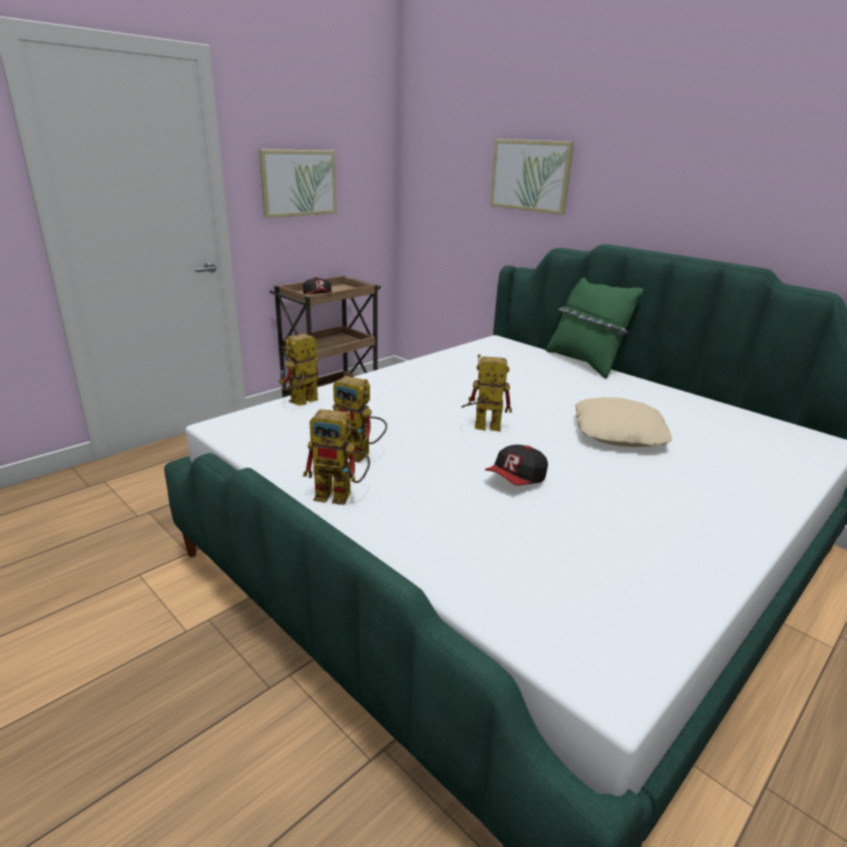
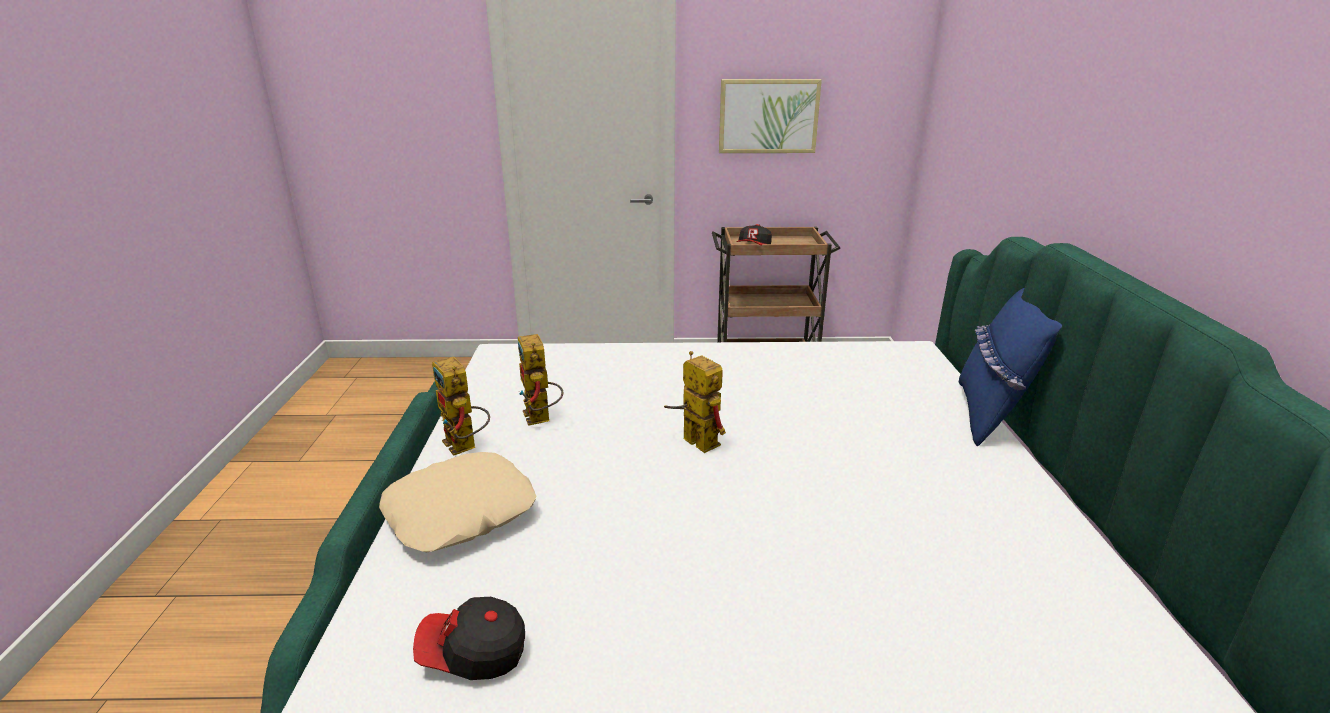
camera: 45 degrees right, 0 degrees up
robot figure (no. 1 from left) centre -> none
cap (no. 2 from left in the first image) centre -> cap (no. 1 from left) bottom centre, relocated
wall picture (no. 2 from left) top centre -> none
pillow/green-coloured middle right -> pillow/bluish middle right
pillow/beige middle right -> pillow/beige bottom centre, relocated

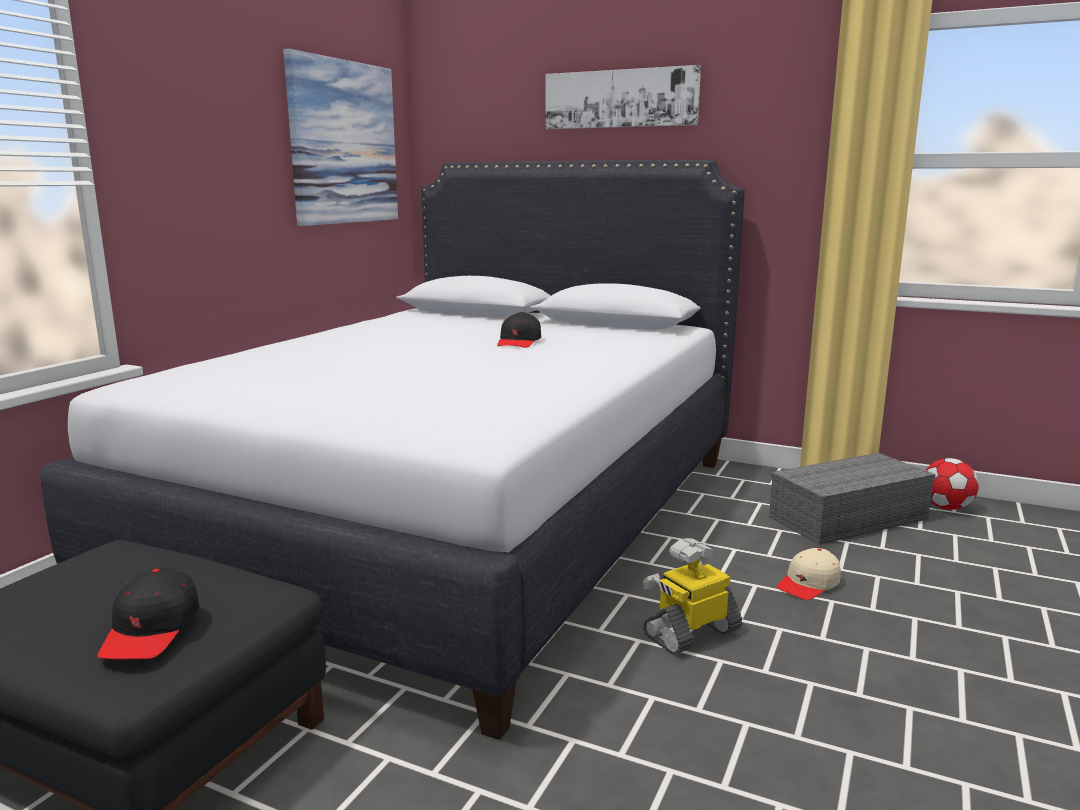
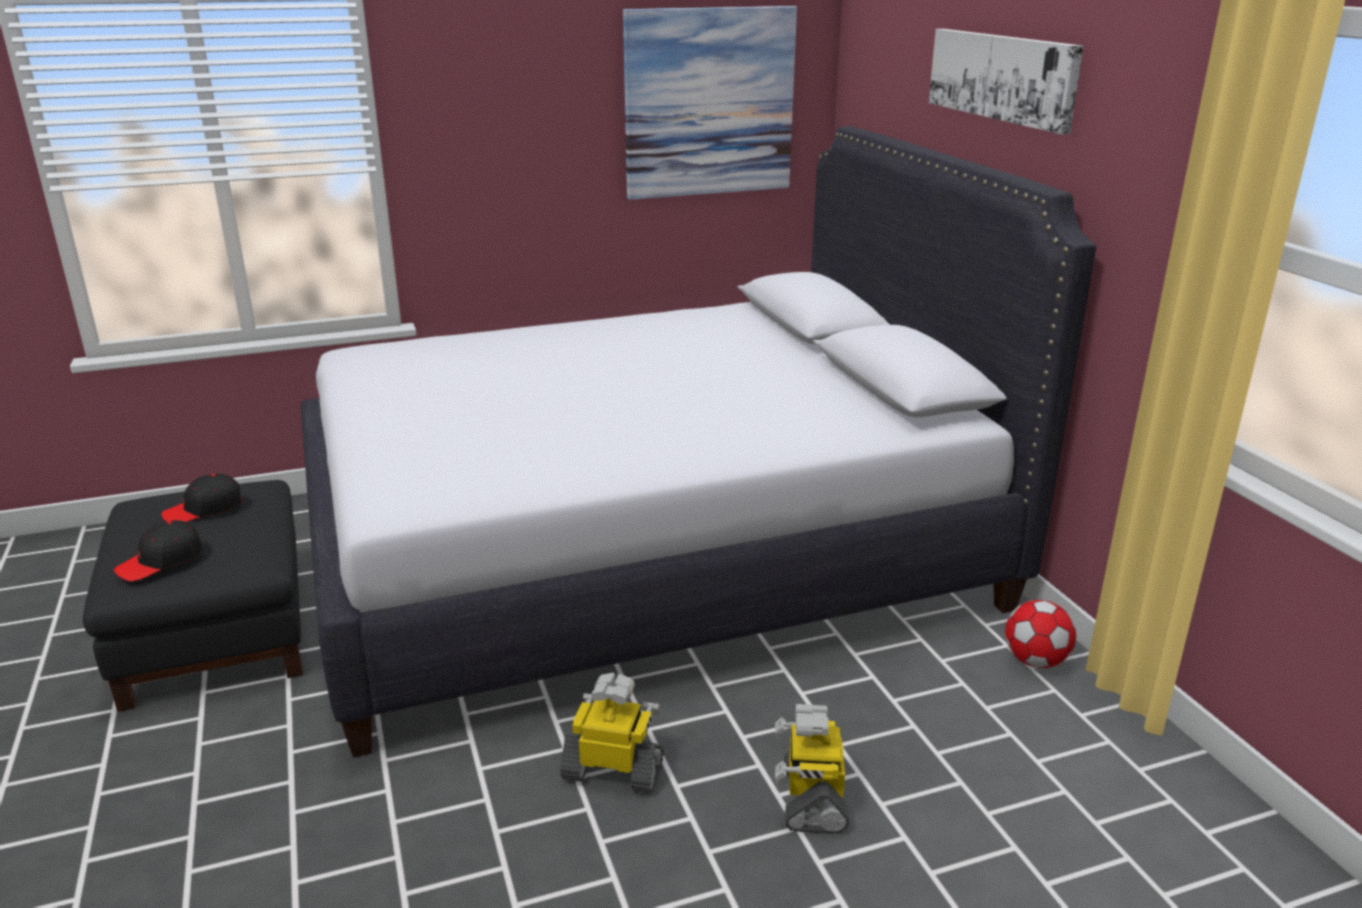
camera: 45 degrees right, 10 degrees up
cap/blackish (no. 2 from left) centre -> cap/blackish (no. 2 from left) middle left, relocated
storage bin/grey middle right -> none
cap/beige bottom right -> robot figure (no. 2 from left) bottom centre
football middle right -> football bottom right, relocated

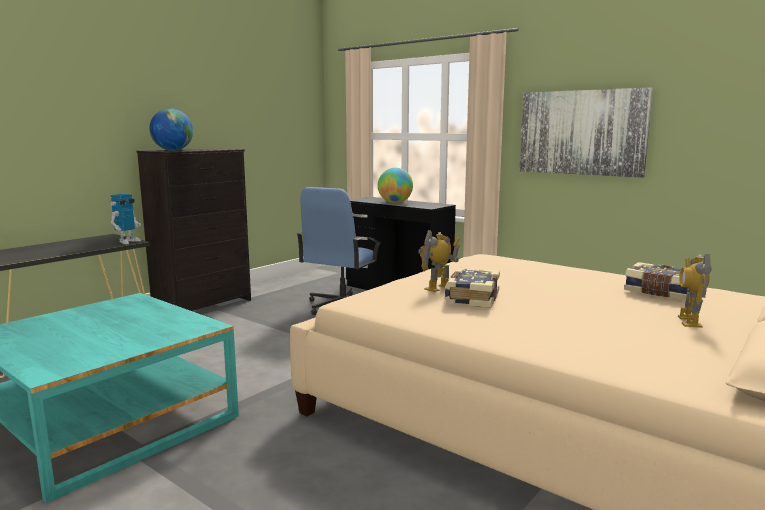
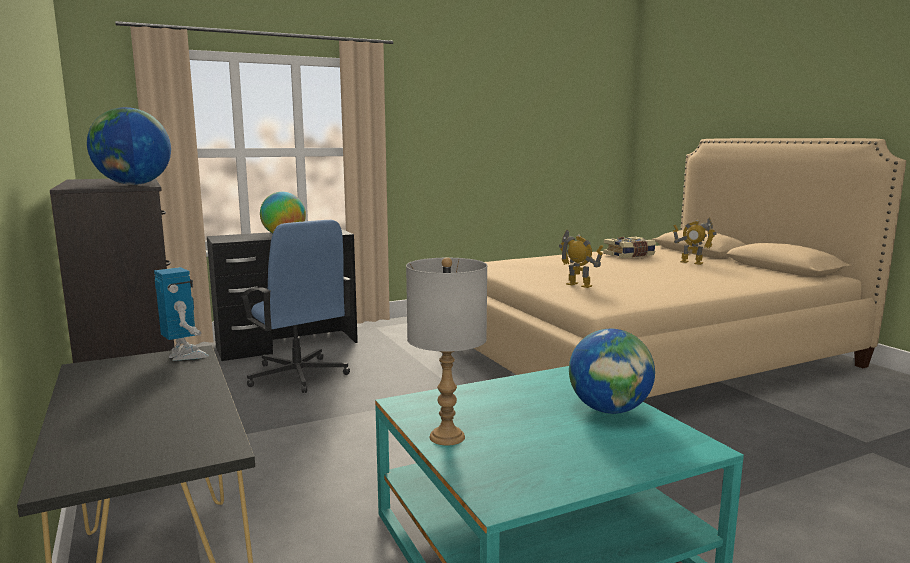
camera: 65 degrees left, 0 degrees up
robot figure (no. 2 from left) centre, 150 degrees clockwise
volume (no. 1 from left) centre -> none
wall picture top right -> none
none -> lamp for a table/grey centre
none -> world globe (no. 3 from left) middle right

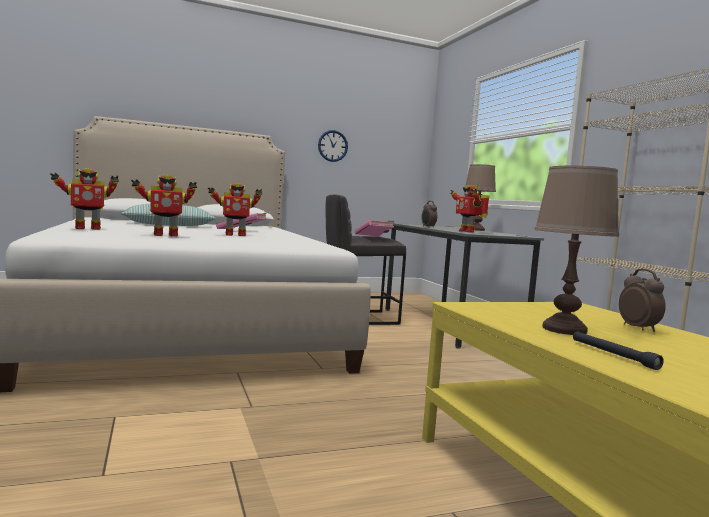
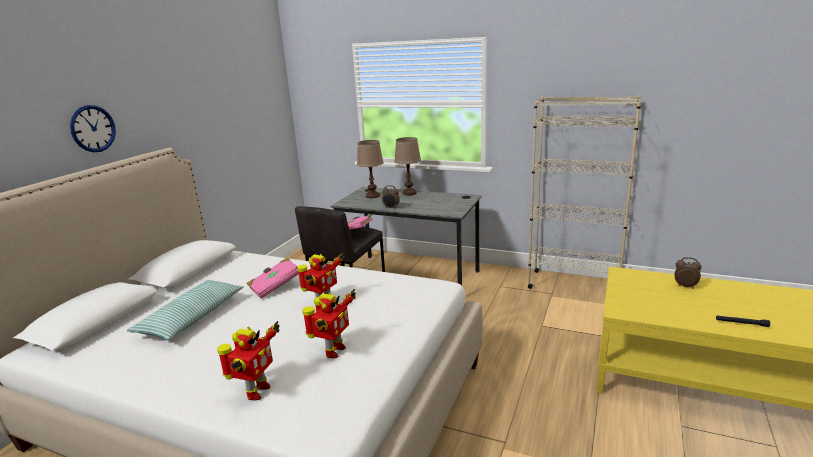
camera: 45 degrees left, 15 degrees up
clock on the wall top centre -> clock on the wall top left, relocated
robot figure (no. 4 from left) centre -> none
lamp for a table/brown (no. 2 from left in the first image) middle right -> lamp for a table/brown (no. 1 from left) centre, relocated

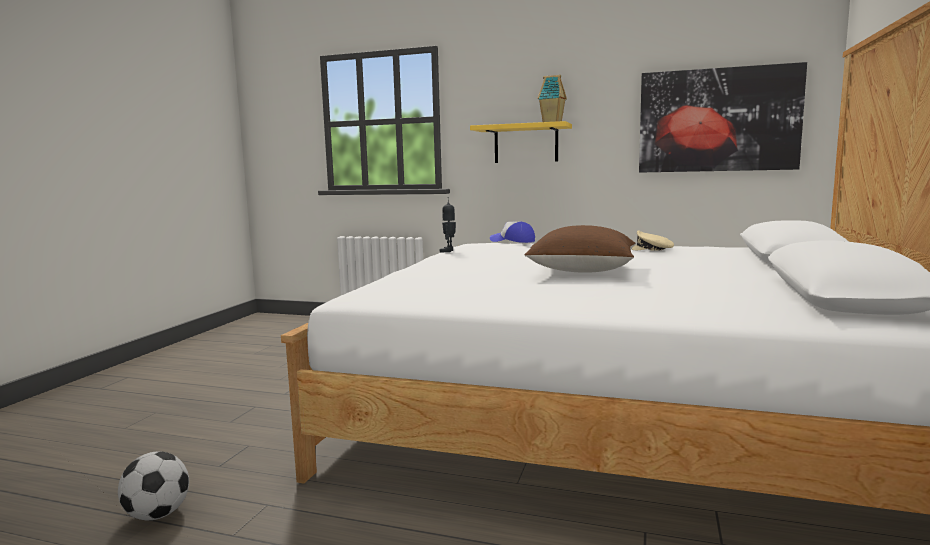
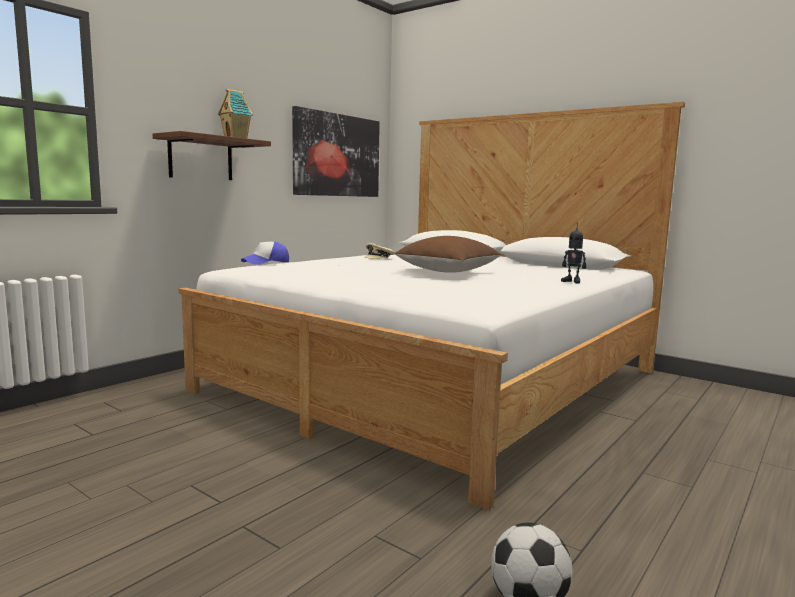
camera: 70 degrees left, 0 degrees up
robot figure centre -> robot figure middle right, relocated
wall shelf/yellowish top centre -> wall shelf/brown top left

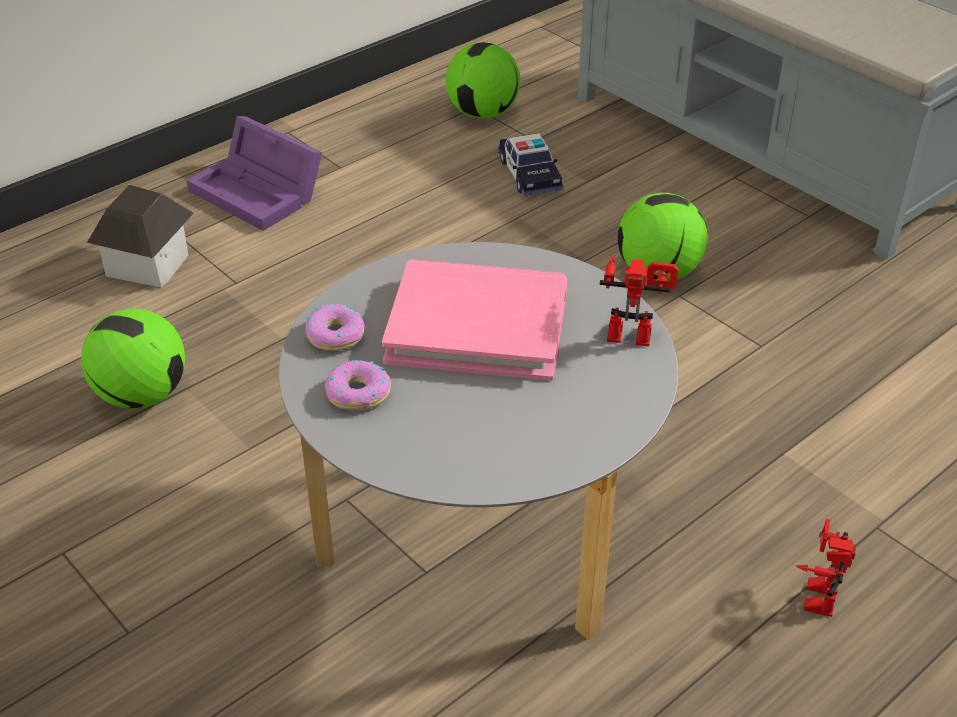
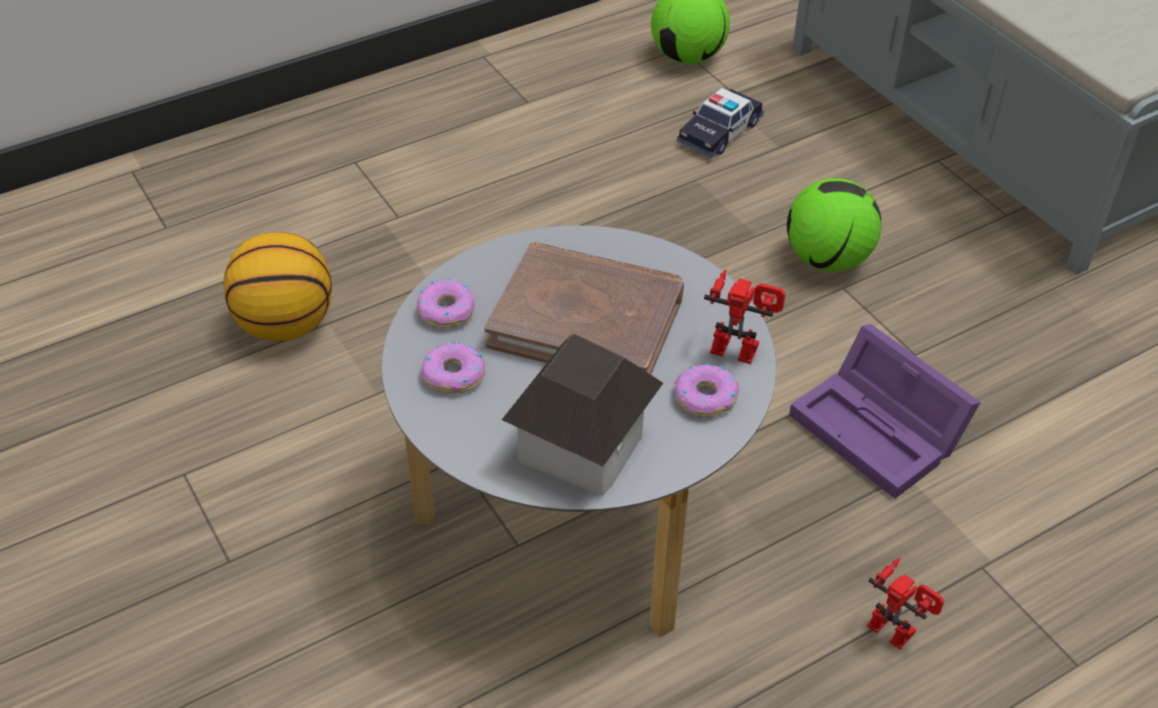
camera: 10 degrees right, 5 degrees up
football (no. 1 from left) middle left -> basketball ball middle left
model house top left -> model house centre, relocated
storage bin/purplish top left -> storage bin/purplish middle right, relocated
volume/pink centre -> volume/brown centre
toy car top centre, 45 degrees clockwise
robot figure (no. 2 from left) bottom right, 105 degrees clockwise
none -> ring doughnut (no. 3 from left) centre

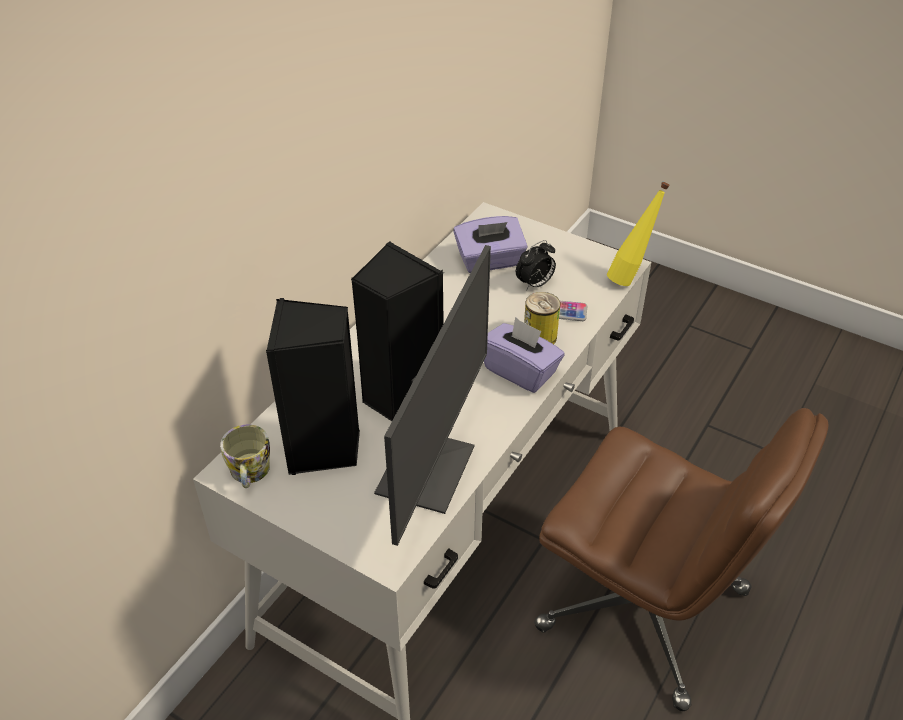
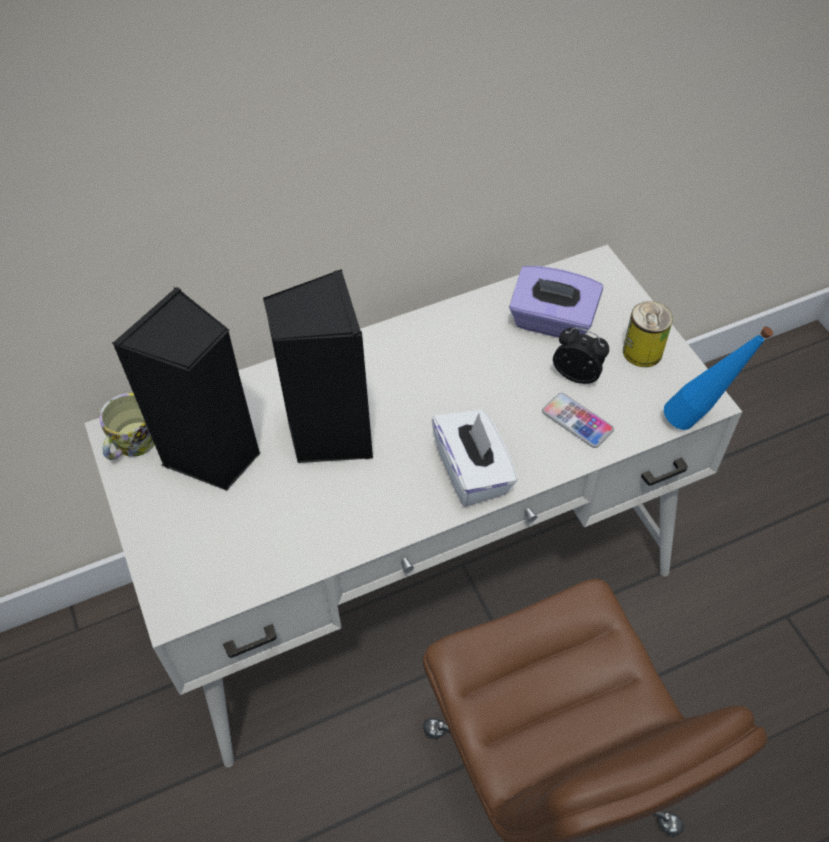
camera: 35 degrees right, 10 degrees up
computer display centre -> none
box of tissues/purplish (no. 2 from left) centre -> box of tissues/white centre
bedside clock centre -> bedside clock middle right, 150 degrees counterclockwise
can centre -> can middle right, relocated
bottle/yellowish top right -> bottle/bluish middle right

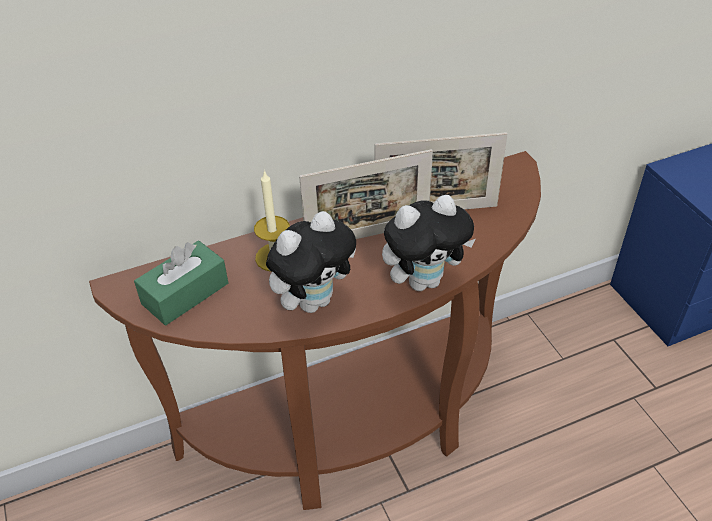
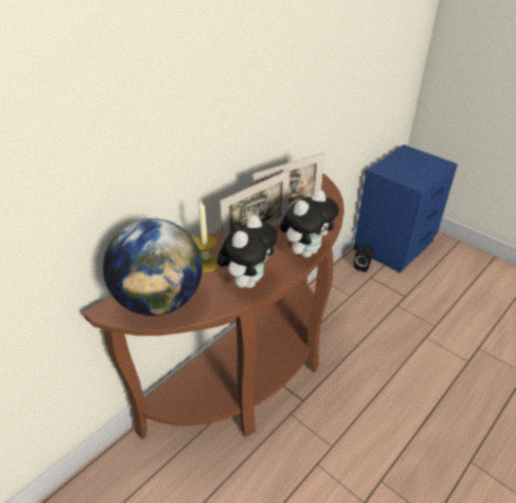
camera: 25 degrees left, 5 degrees down
box of tissues/green-coloured middle left -> world globe middle left
none -> audio speaker/blackish middle right

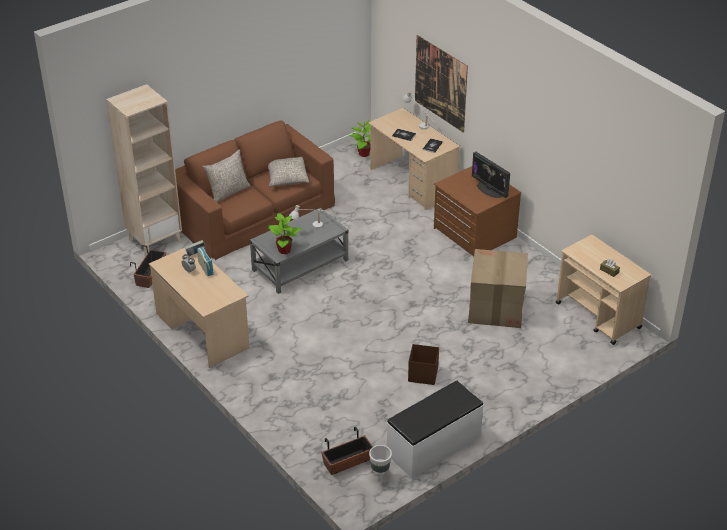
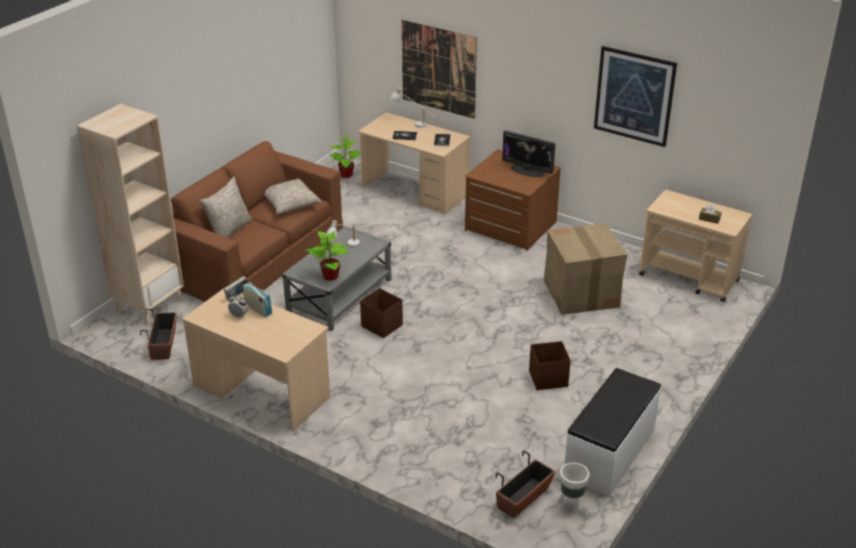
camera: 20 degrees left, 5 degrees down
none -> storage bin/brown (no. 1 from left) centre
none -> wall picture (no. 2 from left) top right

